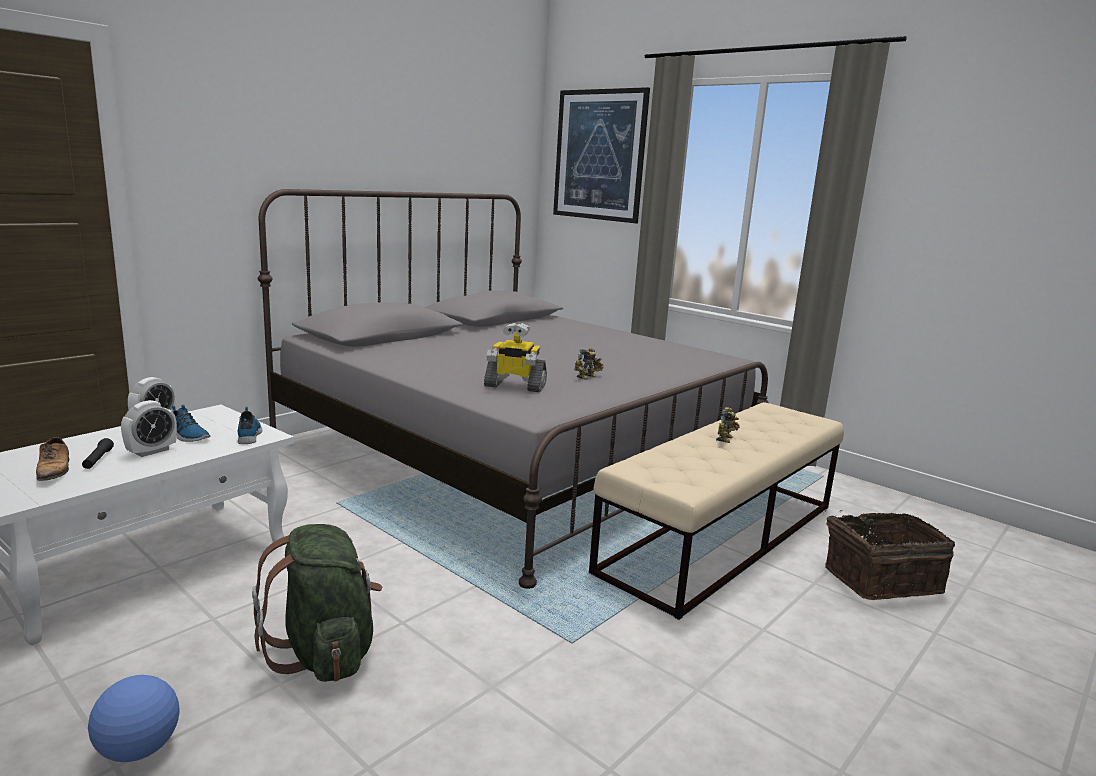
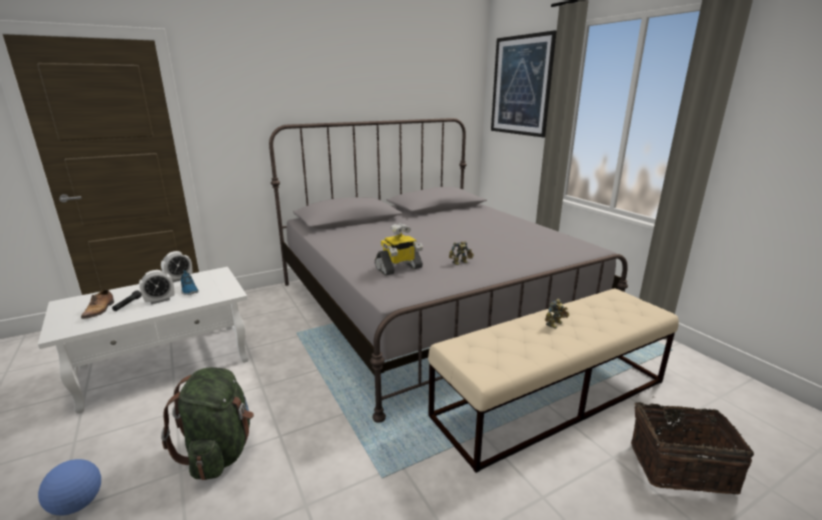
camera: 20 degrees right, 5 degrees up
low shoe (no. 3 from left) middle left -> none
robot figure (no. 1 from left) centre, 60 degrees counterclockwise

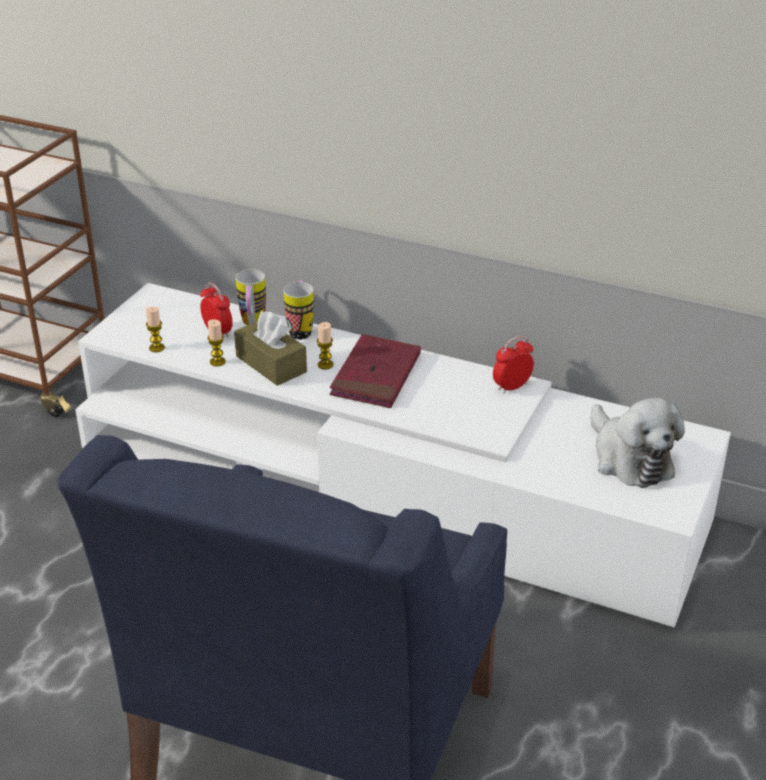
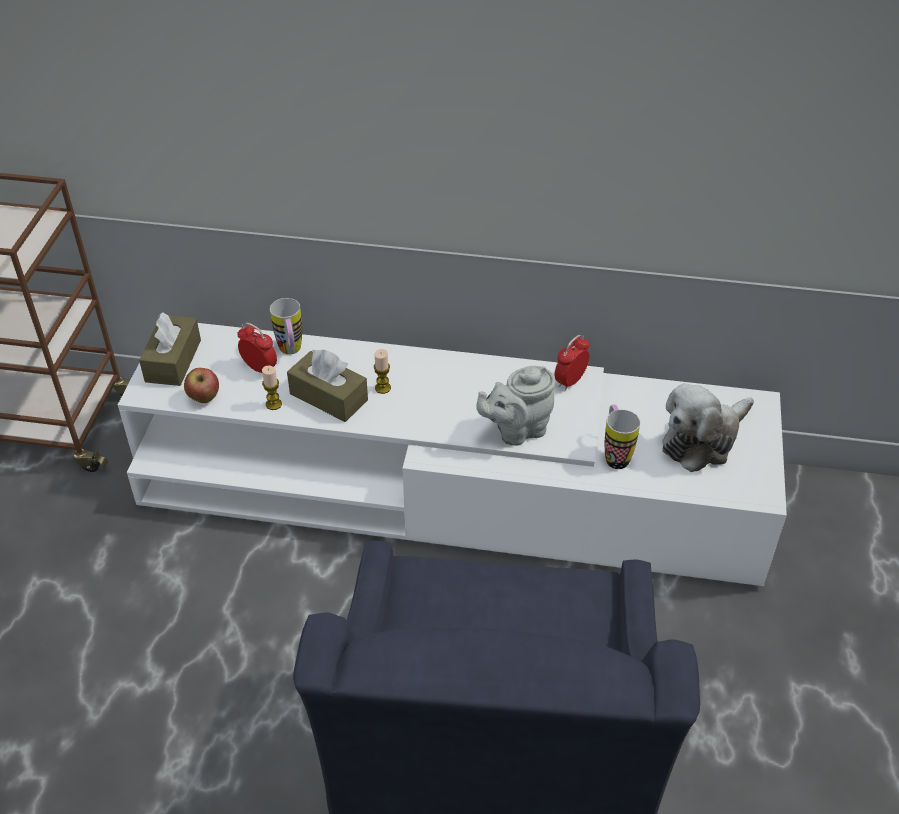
camera: 15 degrees left, 10 degrees up
wax light (no. 1 from left) middle left -> apple fruit middle left
tea mug (no. 2 from left) centre -> tea mug (no. 2 from left) middle right, relocated
volume/red centre -> none
soft toy middle right, 90 degrees clockwise
none -> box of tissues/brown (no. 1 from left) middle left
none -> pot for tea/grey centre

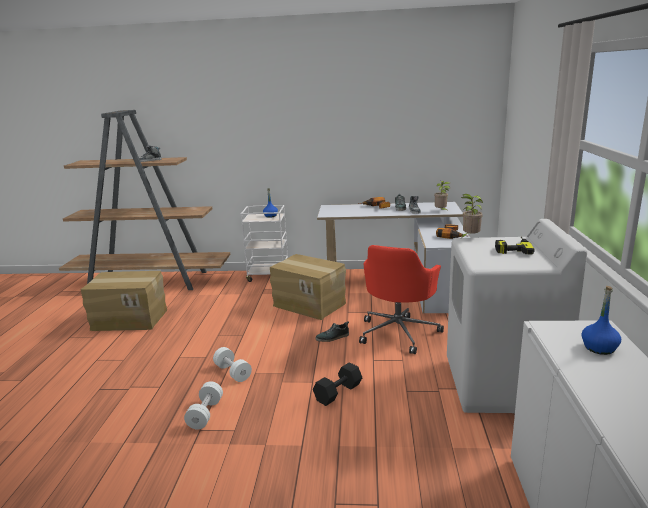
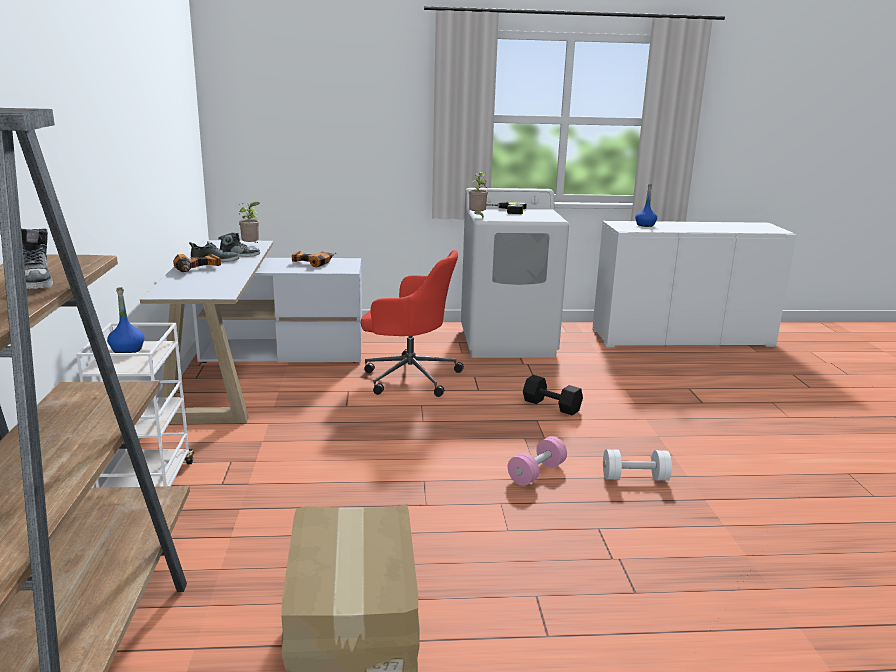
camera: 100 degrees left, 0 degrees up
hand weight/white (no. 2 from left) bottom centre -> hand weight/pink bottom centre
packing box (no. 2 from left) centre -> none
low shoe (no. 2 from left) centre -> none

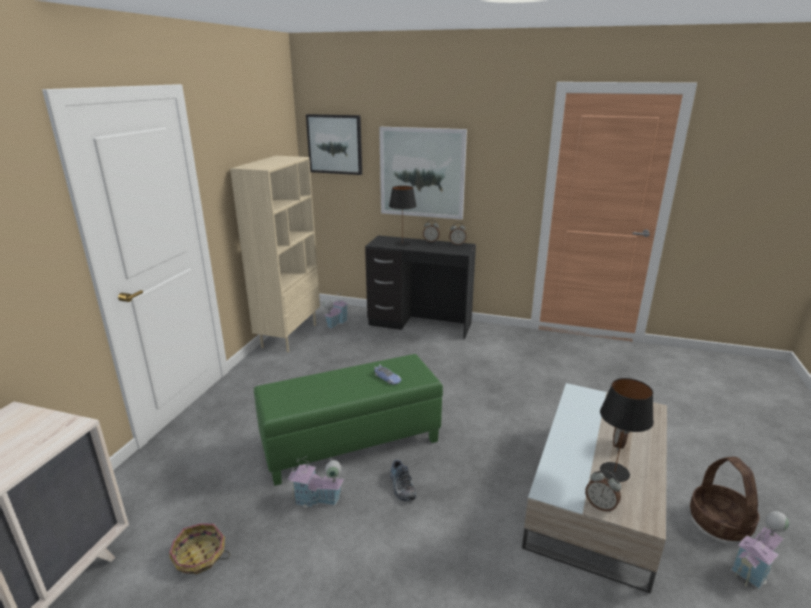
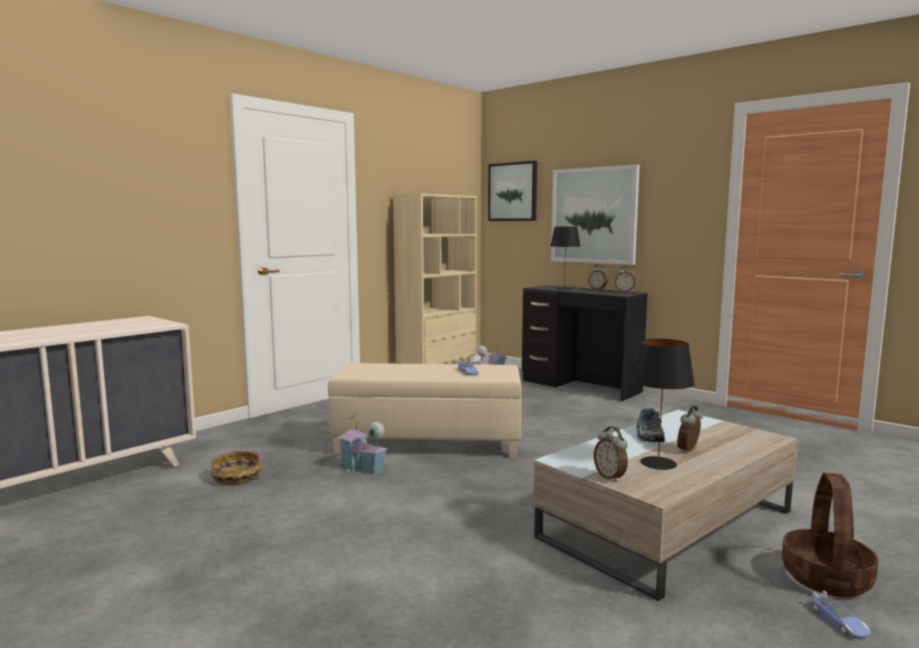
camera: 25 degrees right, 15 degrees down
pouffe/green-coloured bottom centre -> pouffe/beige centre
low shoe bottom centre -> low shoe middle right, relocated
model house (no. 3 from left) bottom right -> toy car (no. 2 from left) bottom right

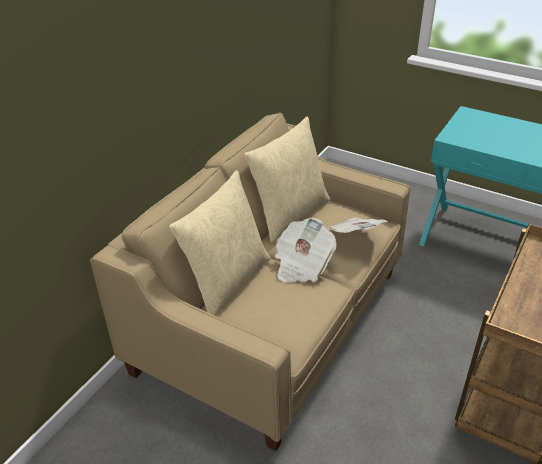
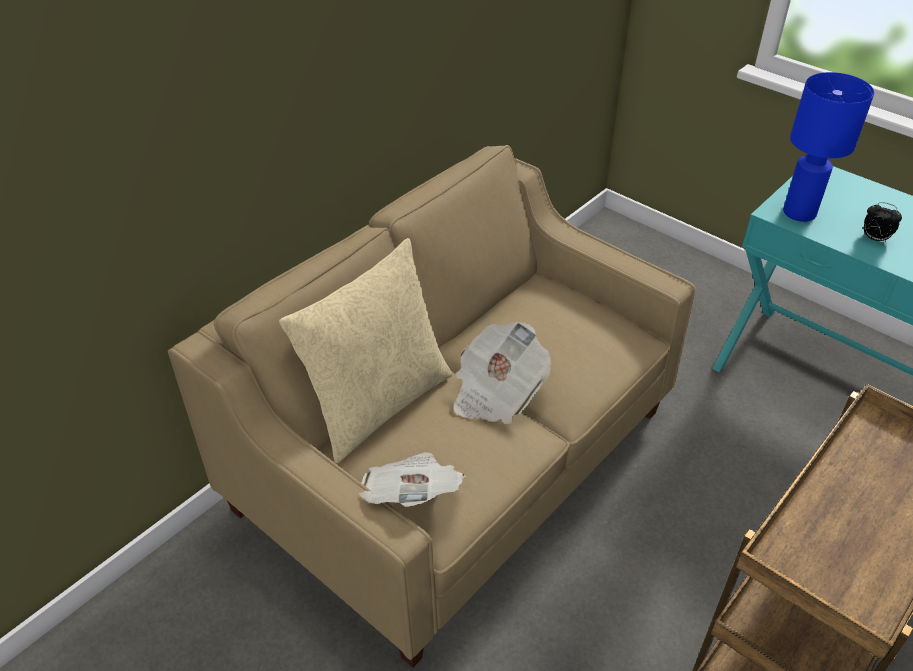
camera: 10 degrees right, 5 degrees up
pillow/beige (no. 2 from left) centre -> none
daily paper (no. 2 from left in the first image) centre -> daily paper (no. 1 from left) bottom centre, relocated
none -> lamp for a table/bluish top right
none -> bedside clock top right

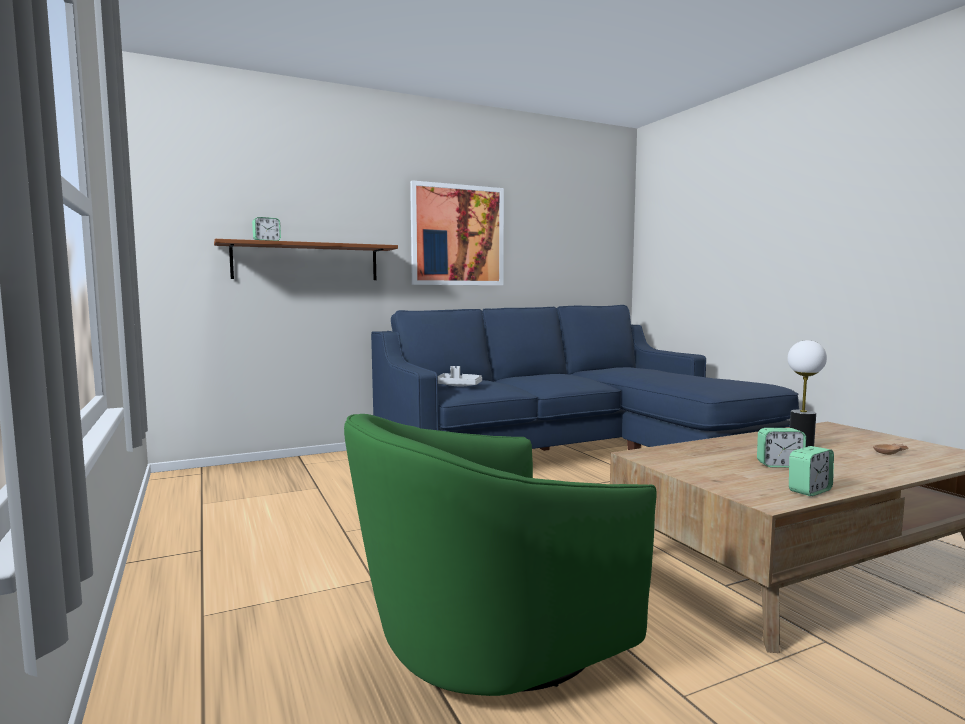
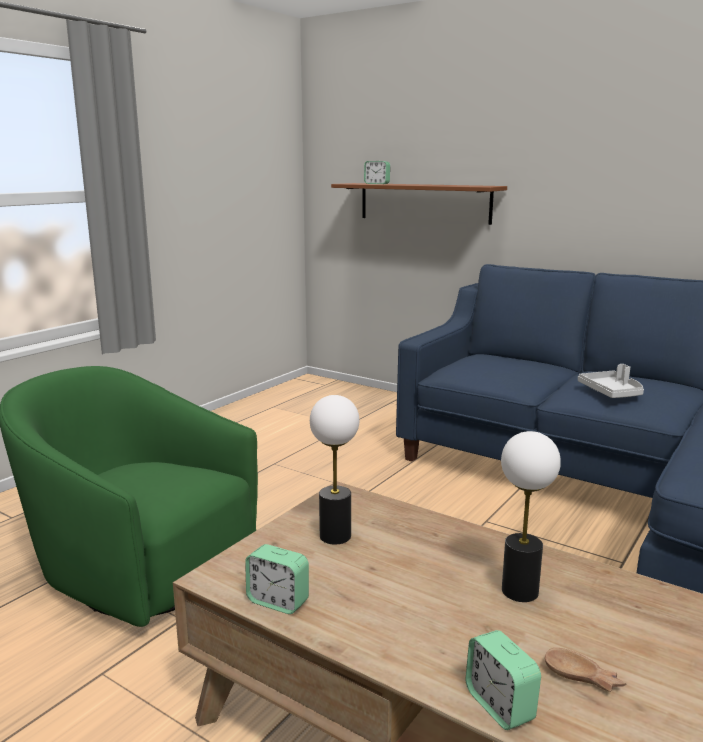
camera: 60 degrees right, 10 degrees up
wall picture top centre -> none
tray/grey centre -> tray/grey middle right, relocated
bedside clock (no. 2 from left in the first image) middle right -> bedside clock (no. 3 from left) bottom right, relocated
none -> lamp for a table (no. 1 from left) centre

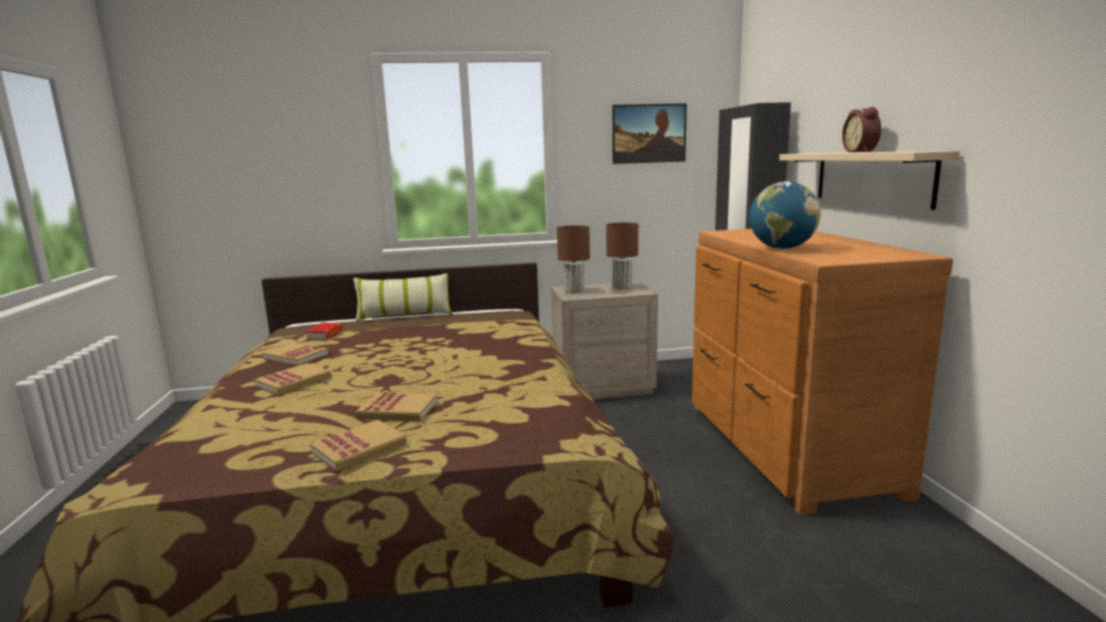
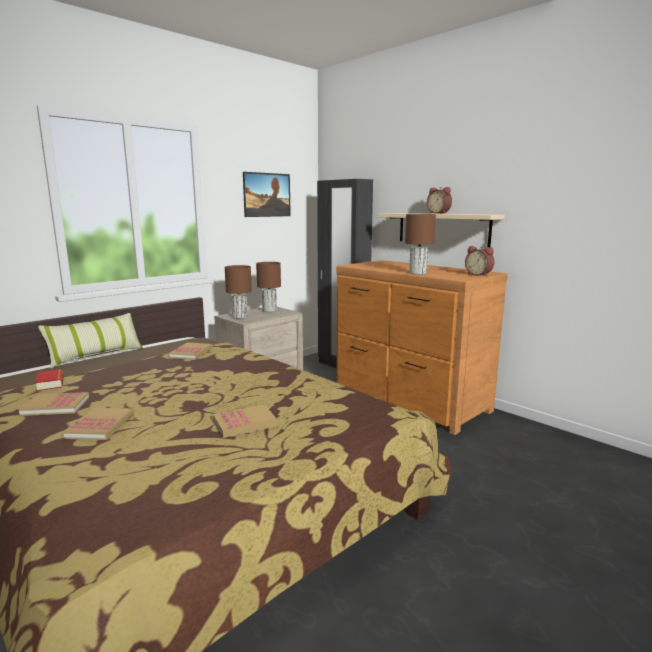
camera: 35 degrees left, 0 degrees up
volume (no. 4 from left) bottom left -> volume (no. 4 from left) middle left, relocated
world globe middle right -> lamp for a table/brown (no. 3 from left) centre
none -> bedside clock (no. 2 from left) middle right

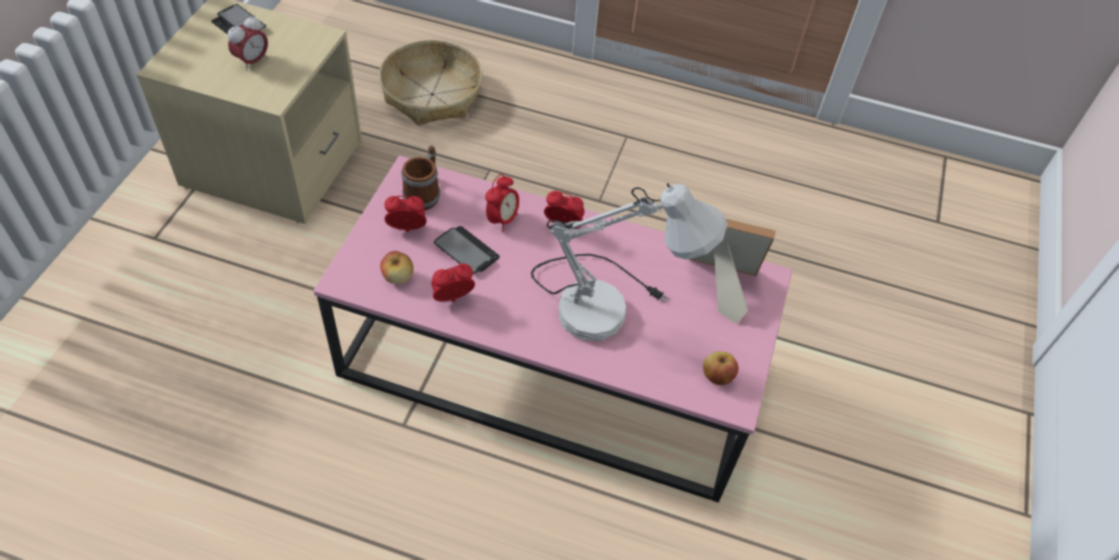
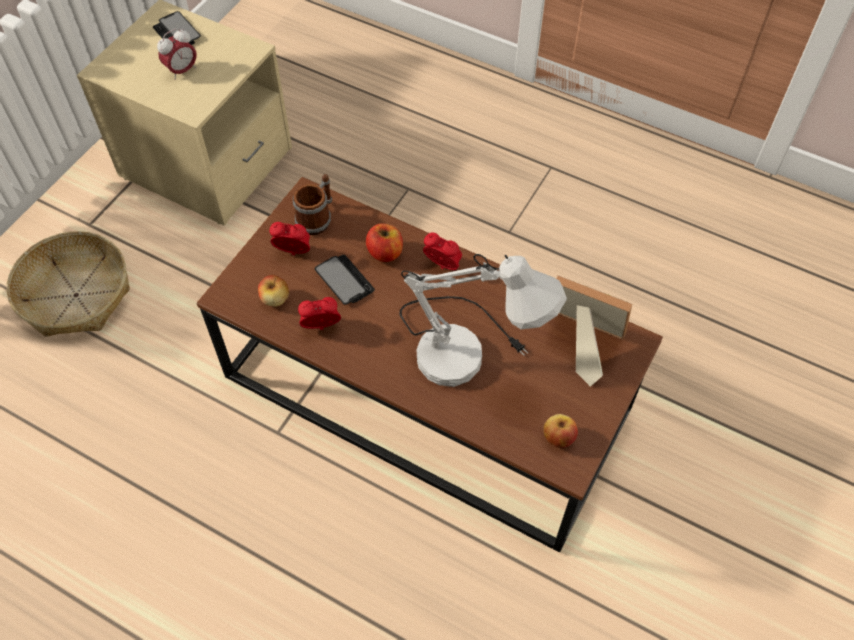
camera: 15 degrees right, 5 degrees up
coffee table/pink centre -> coffee table/brown centre
storage basket top centre -> storage basket middle left, relocated
bedside clock (no. 4 from left) centre -> apple fruit (no. 2 from left) centre

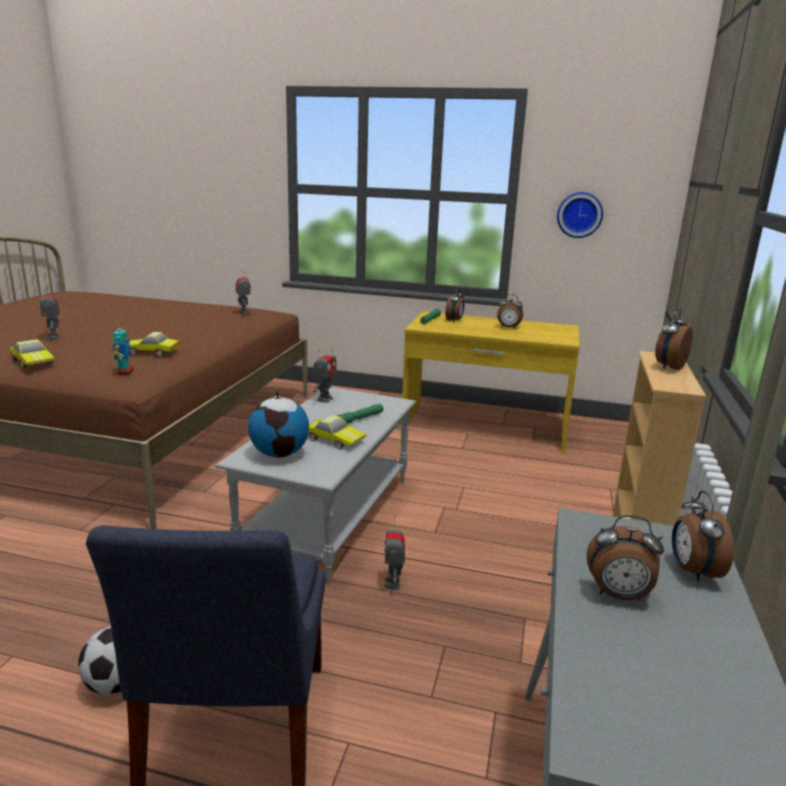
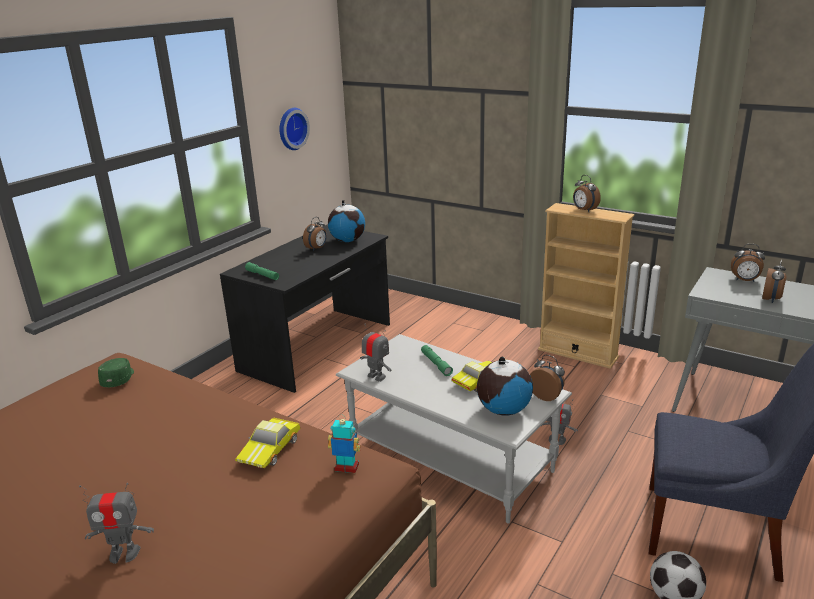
camera: 70 degrees left, 5 degrees up
toy car (no. 1 from left) middle left -> none
robot figure (no. 3 from left) middle left -> cap/green-coloured middle left
desk unit/yellowish centre -> desk unit/blackish centre
bedside clock (no. 1 from left in the first image) centre -> bedside clock (no. 2 from left) middle right, relocated
none -> world globe (no. 1 from left) centre

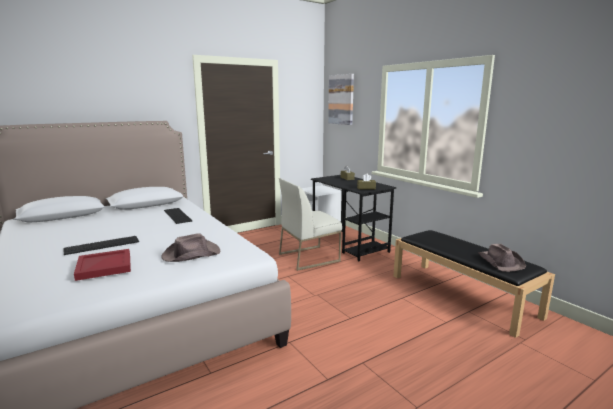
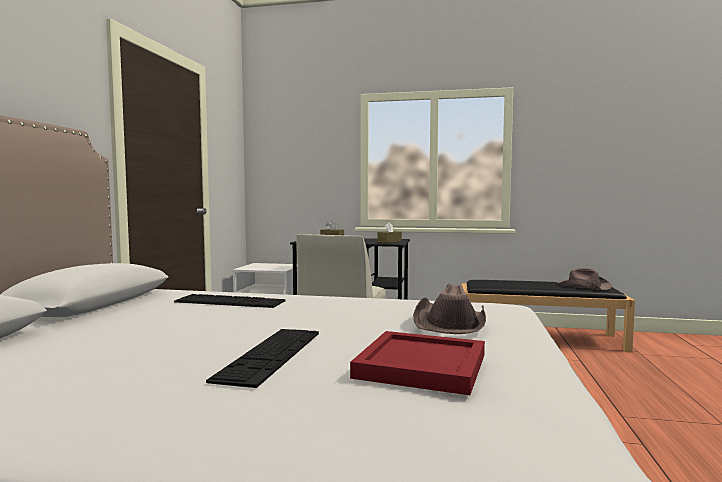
camera: 45 degrees left, 10 degrees down
wall picture top centre -> none

